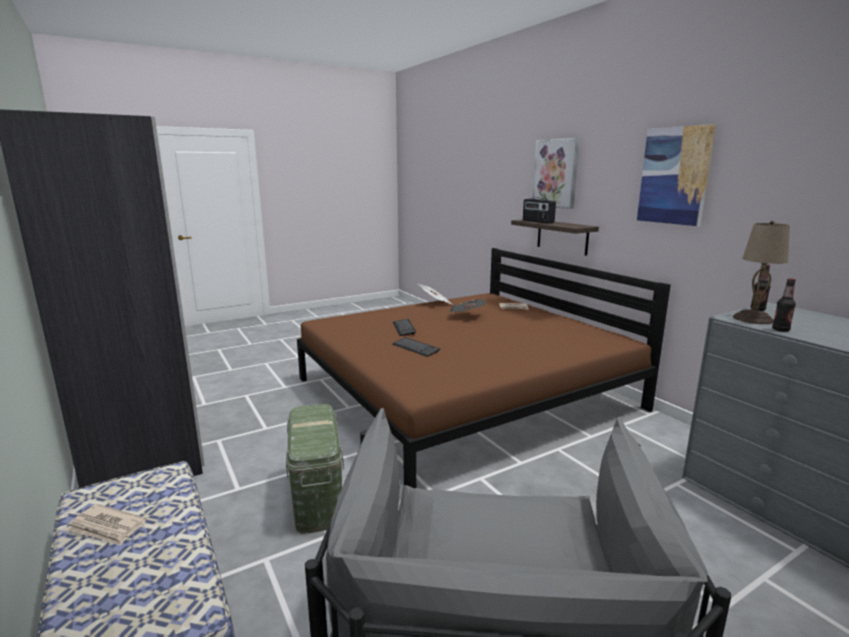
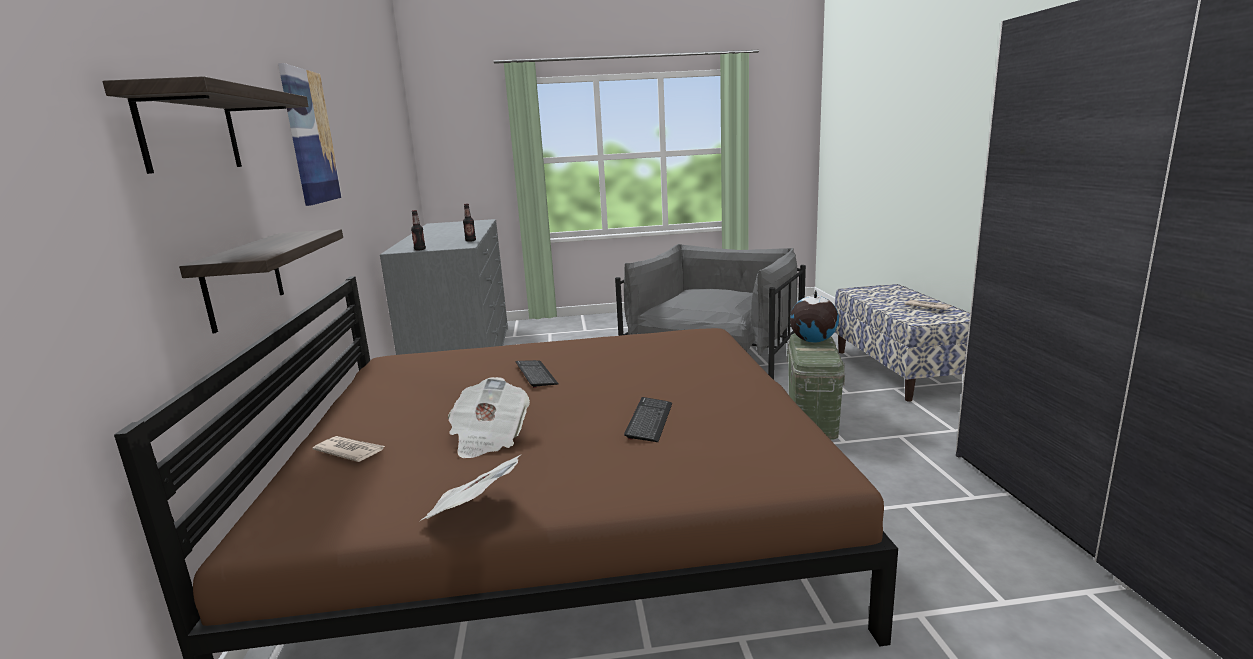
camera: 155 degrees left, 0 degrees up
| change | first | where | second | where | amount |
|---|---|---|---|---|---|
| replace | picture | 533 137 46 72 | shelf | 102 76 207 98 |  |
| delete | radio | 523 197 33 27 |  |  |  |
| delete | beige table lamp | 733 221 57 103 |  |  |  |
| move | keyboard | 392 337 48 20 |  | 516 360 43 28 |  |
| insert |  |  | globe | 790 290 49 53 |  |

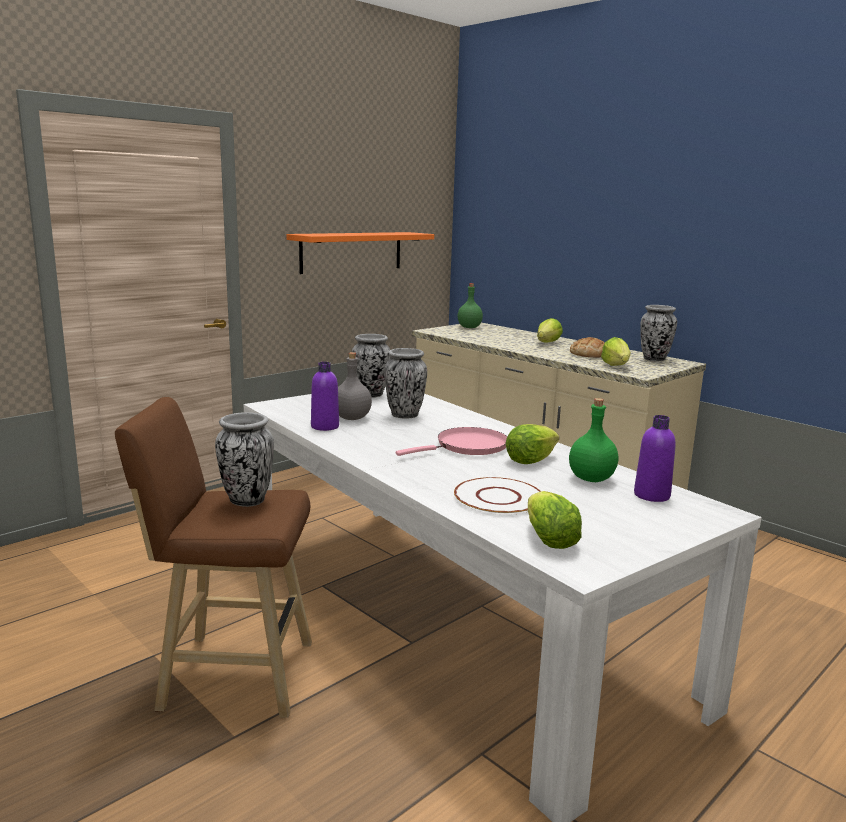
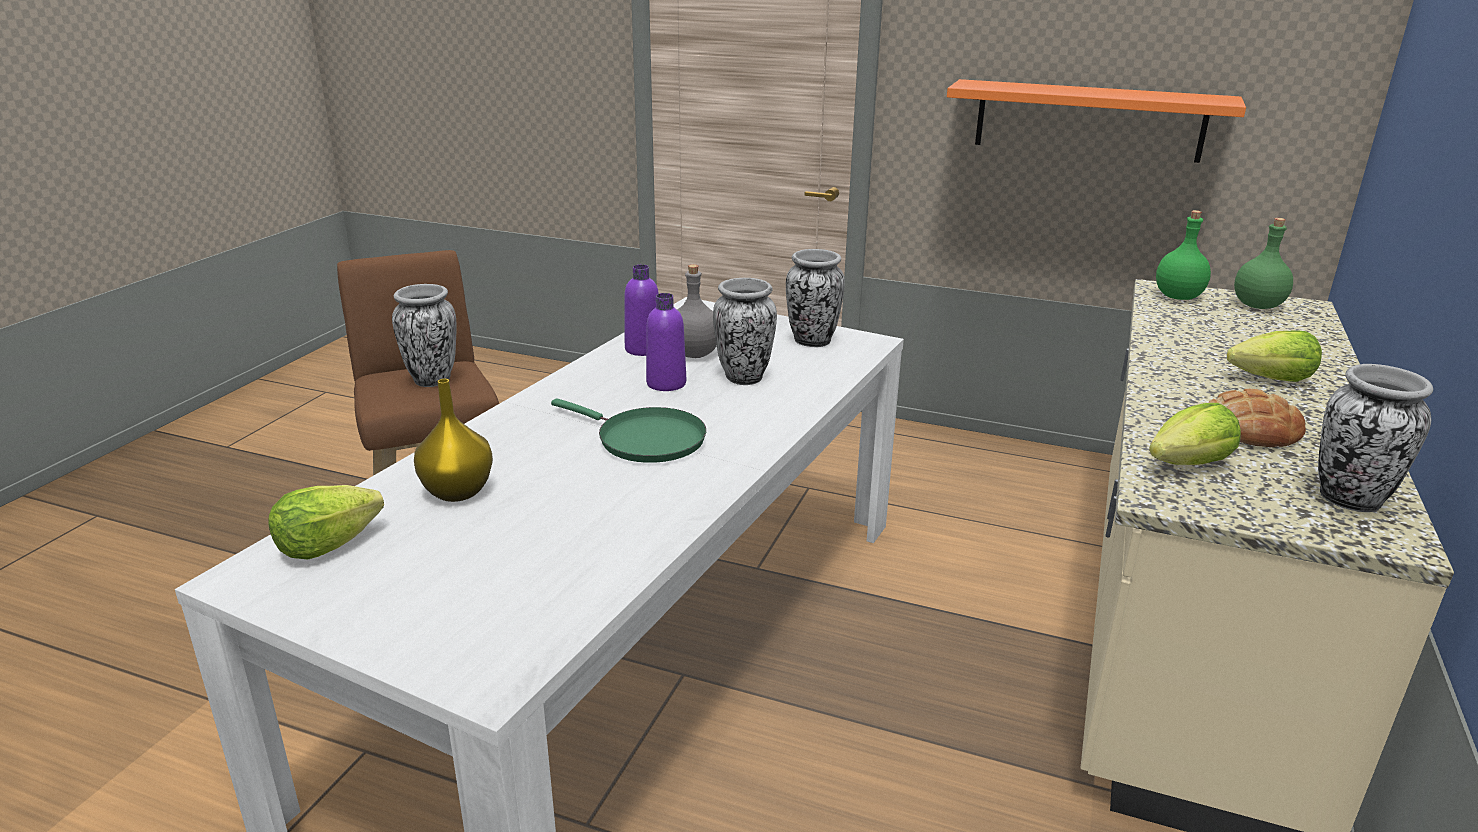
camera: 65 degrees right, 10 degrees up
| change | first | where | second | where | amount |
|---|---|---|---|---|---|
| move | green bottle | 569 398 49 84 |  | 1156 210 55 90 |  |
| move | purple bottle | 634 415 42 87 |  | 646 293 40 98 |  |
| delete | lettuce | 505 424 54 40 |  |  |  |
| recolor | pink frying pan | 396 427 111 29 | green frying pan | 551 398 155 65 |  |
| replace | white plate | 454 477 87 38 | yellow vase | 414 379 79 123 |  |

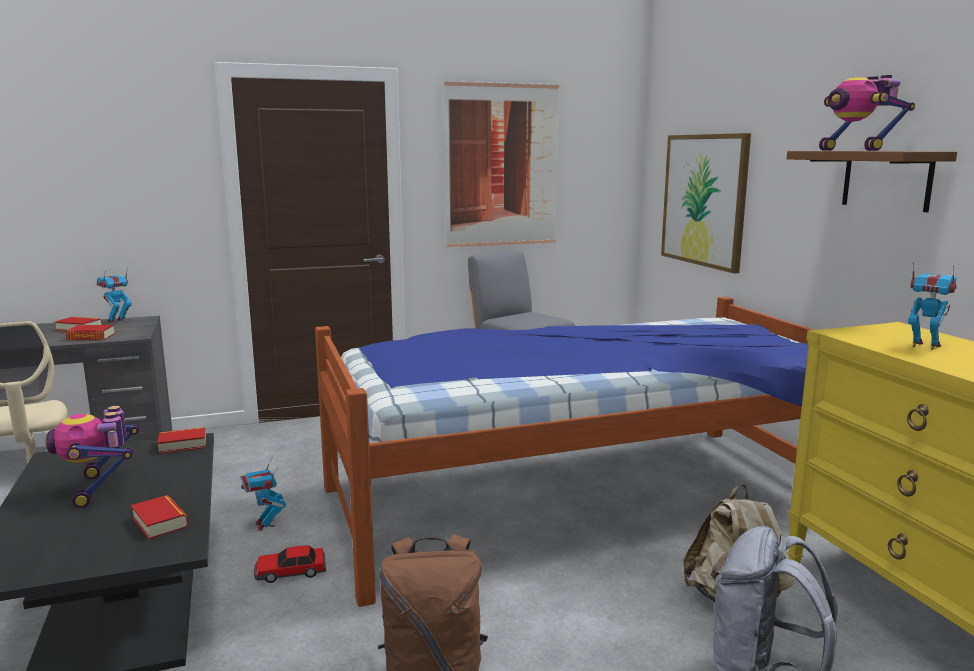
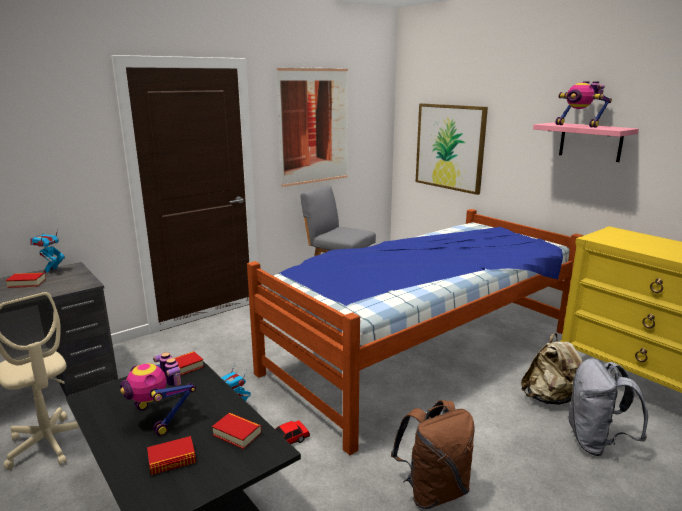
camera: 20 degrees left, 5 degrees up
| change | first | where | second | where | amount |
|---|---|---|---|---|---|
| recolor | brown shelf | 787 151 170 61 | pink shelf | 533 122 106 40 |  |
| delete | toy robot | 908 262 49 88 |  |  |  |
| move | book | 66 325 49 15 |  | 147 436 49 39 |  |

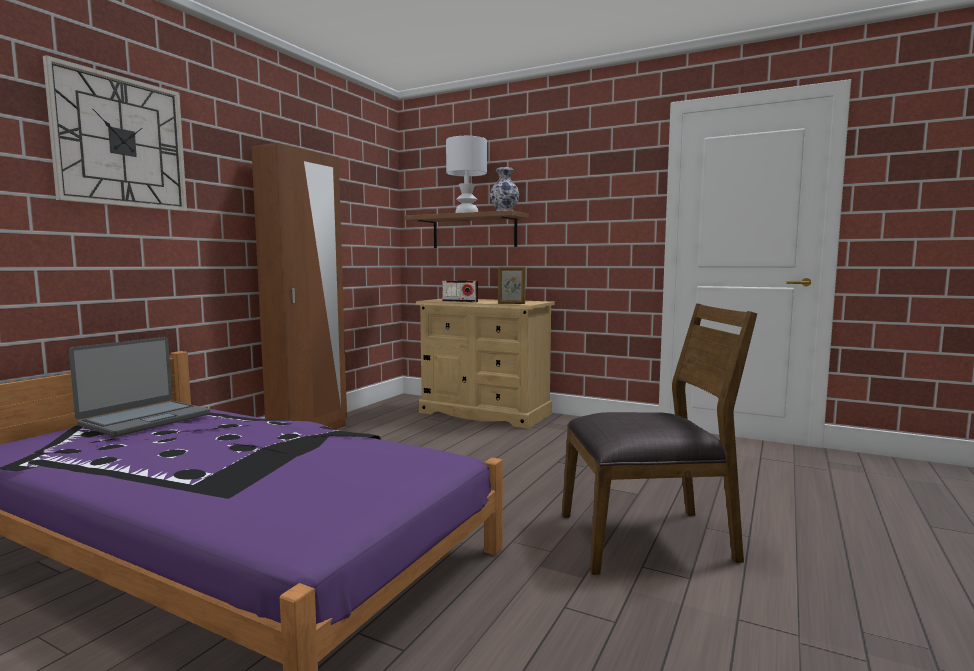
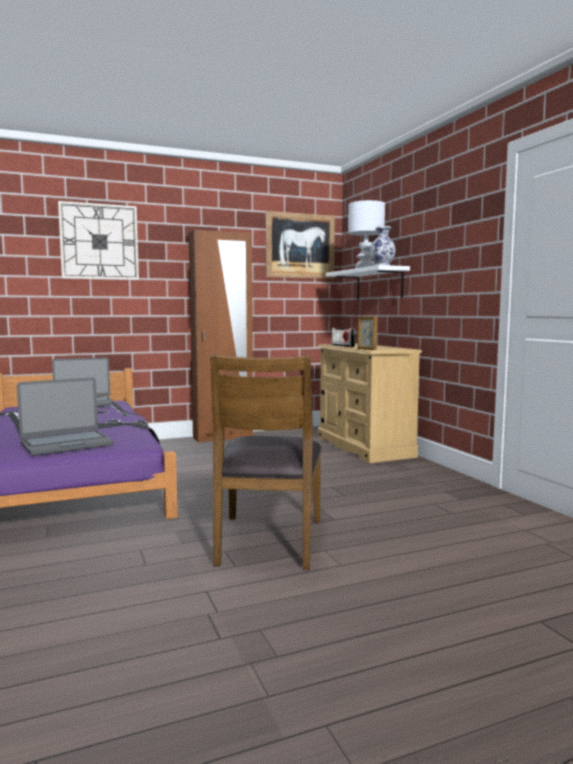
camera: 40 degrees right, 0 degrees up
| change | first | where | second | where | amount |
|---|---|---|---|---|---|
| recolor | brown shelf | 404 210 124 38 | white shelf | 326 265 84 34 |  |
| rotate | brown chair | 562 303 196 272 |  | 210 354 112 216 | 60 degrees clockwise |
| insert |  |  | picture | 266 211 69 68 |  |
| insert |  |  | laptop | 17 378 97 78 |  |

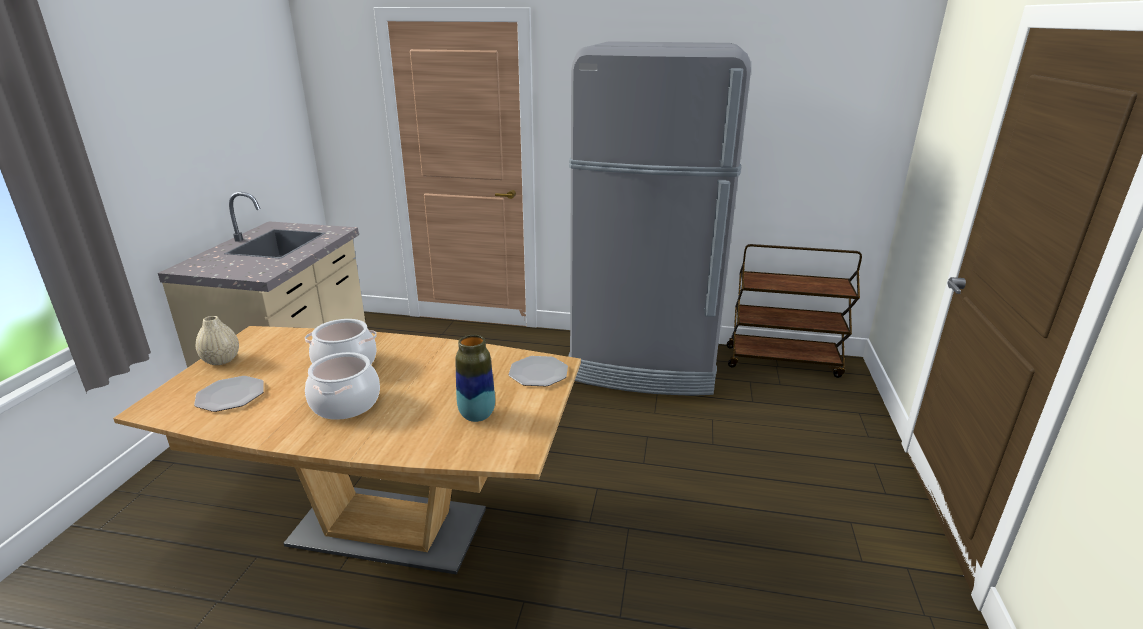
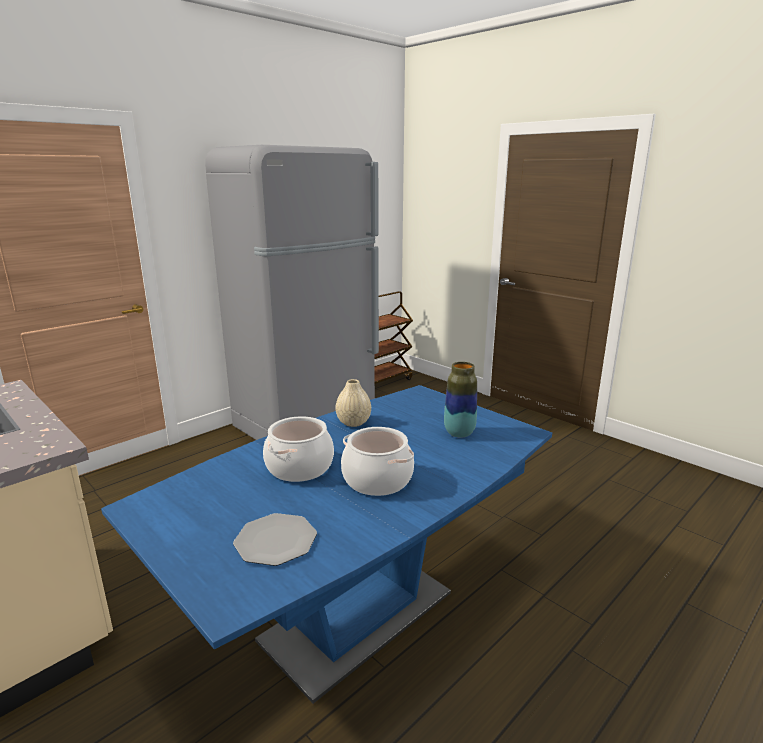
camera: 55 degrees left, 5 degrees down
| change | first | where | second | where | amount |
|---|---|---|---|---|---|
| move | beige vase | 196 316 43 49 |  | 335 379 36 48 |  |
| recolor | brown dining table | 113 326 468 249 | blue dining table | 101 385 451 319 |  |
| delete | plate | 508 356 60 30 |  |  |  |

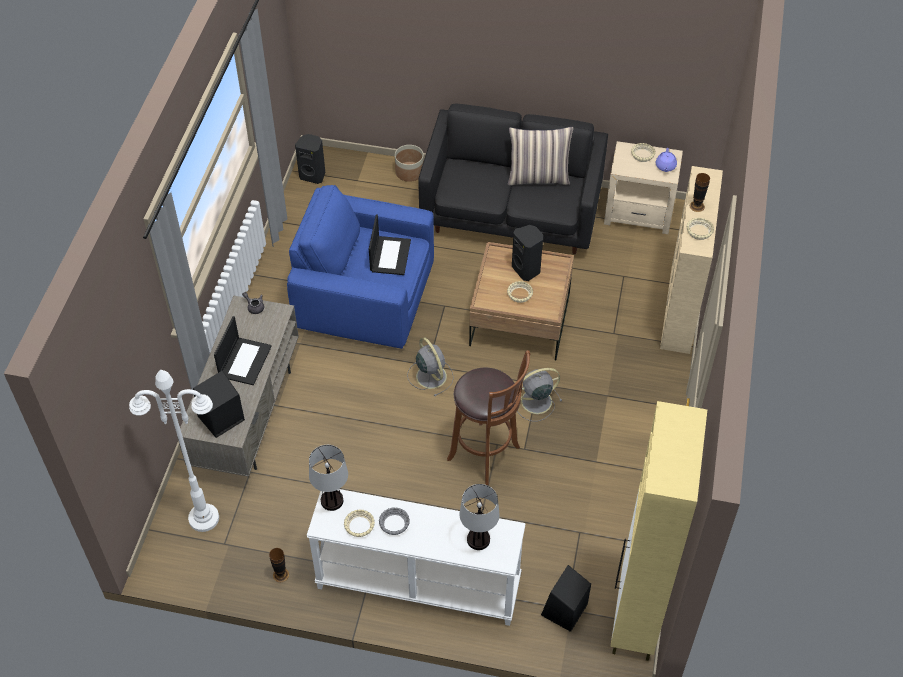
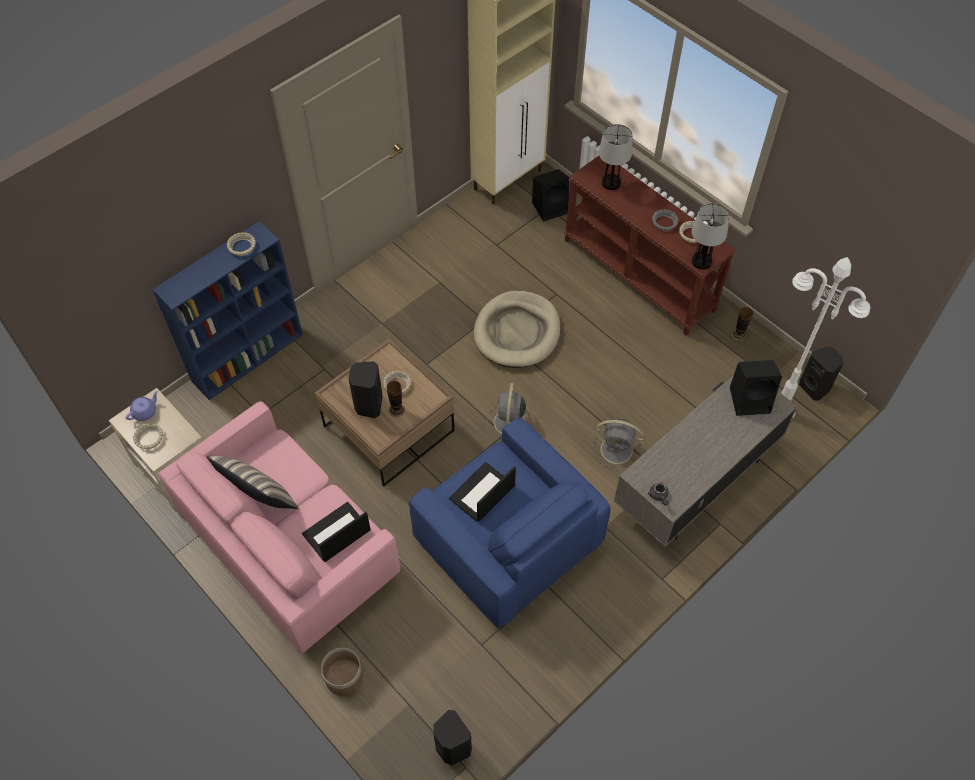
camera: 145 degrees left, 5 degrees up
| change | first | where | second | where | amount |
|---|---|---|---|---|---|
| recolor | black sofa | 418 104 190 150 | pink sofa | 158 401 242 253 |  |
| recolor | beige bookcase | 660 166 63 188 | blue bookcase | 152 221 151 179 |  |
| move | vase | 690 173 20 39 |  | 387 381 18 36 |  |
| move | laptop | 214 316 58 69 |  | 302 502 69 60 |  |
| replace | brown stool | 447 350 83 135 | beige dog bed | 474 291 86 77 |  |
| move | grey fan | 517 368 45 54 |  | 593 419 51 51 |  |
| recolor | white console table | 307 489 219 137 | brown console table | 564 156 172 180 |  |
| insert |  |  | black speaker | 799 346 44 55 |  |

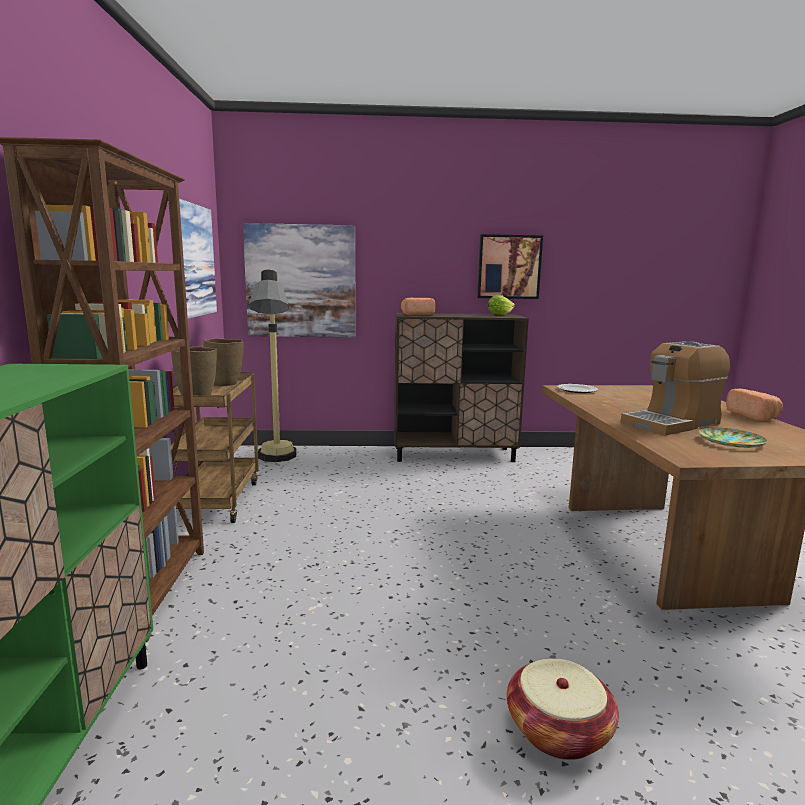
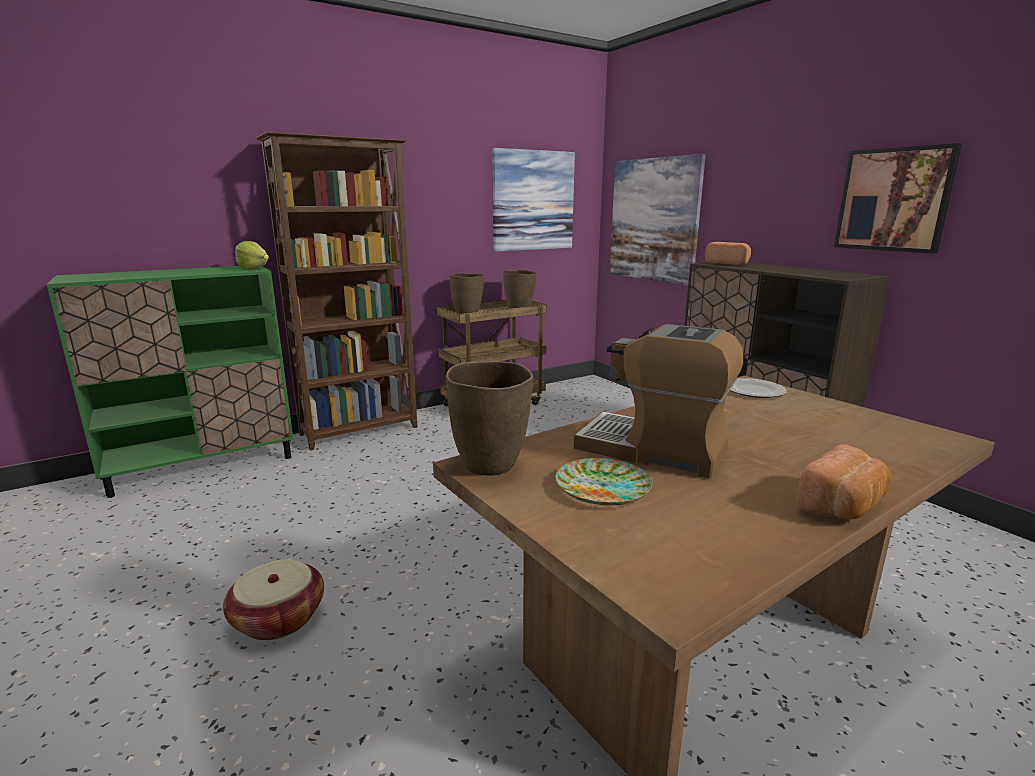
camera: 60 degrees right, 5 degrees up
| change | first | where | second | where | amount |
|---|---|---|---|---|---|
| delete | floor lamp | 248 269 48 193 |  |  |  |
| move | lettuce | 488 295 27 20 |  | 235 241 34 29 |  |
| insert |  |  | brown vase | 446 361 87 115 |  |

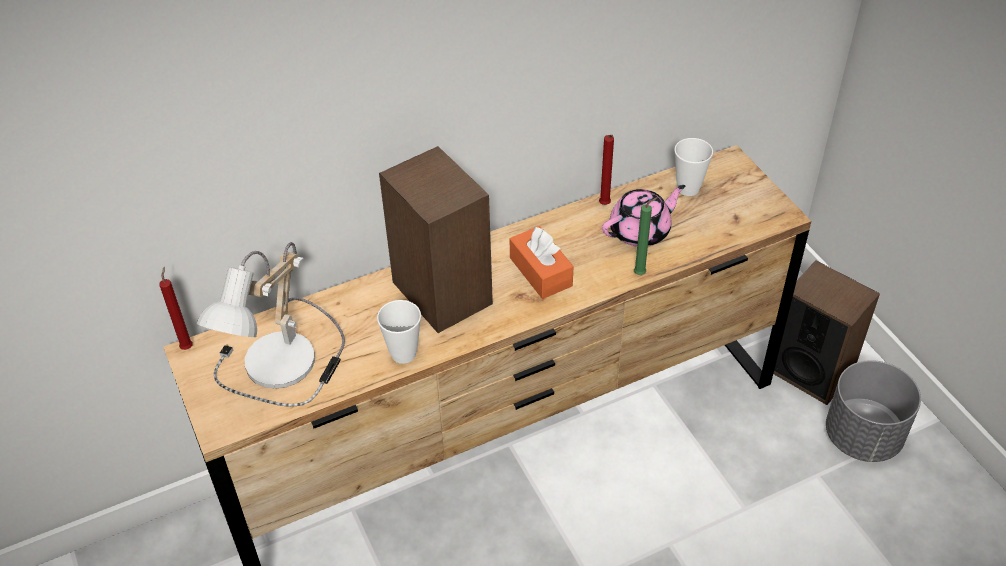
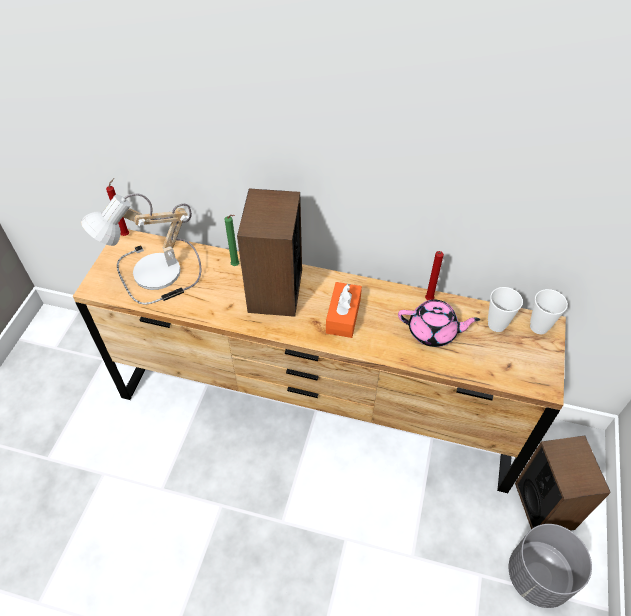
camera: 40 degrees right, 5 degrees up
| change | first | where | second | where | amount |
|---|---|---|---|---|---|
| move | green candle | 634 197 24 78 |  | 225 215 14 51 |  |
| move | cup | 377 300 44 64 |  | 530 289 38 45 |  |

